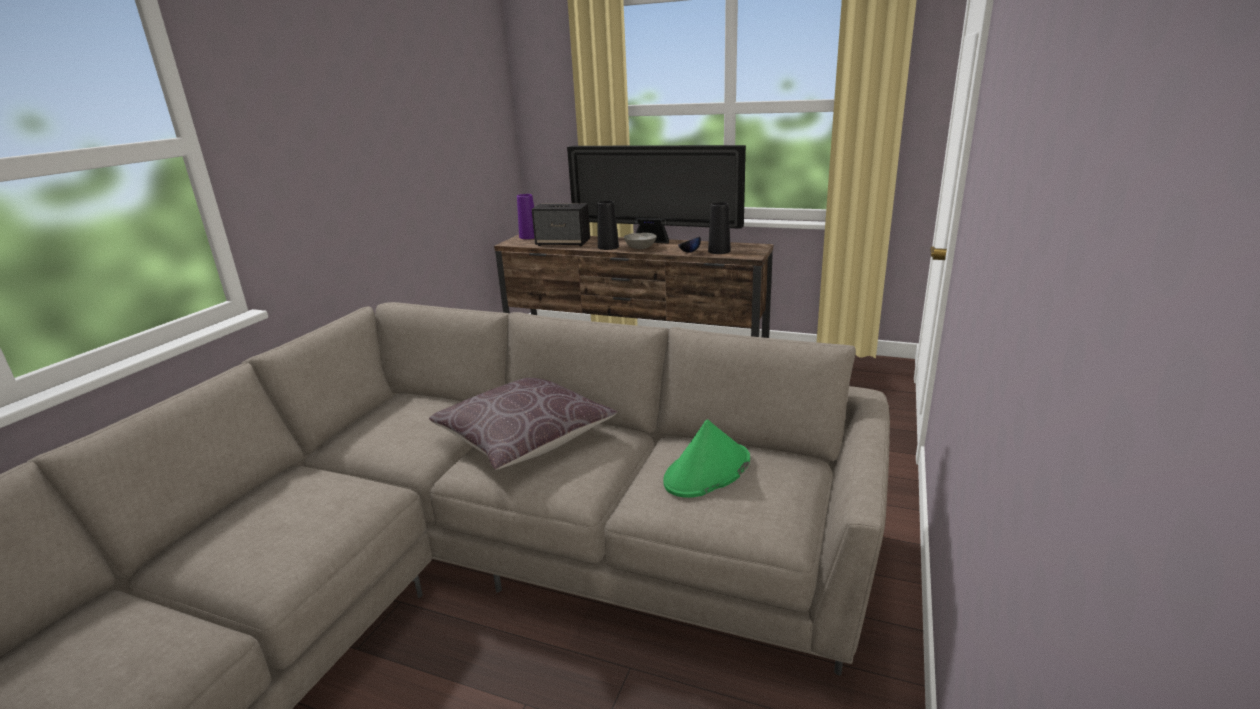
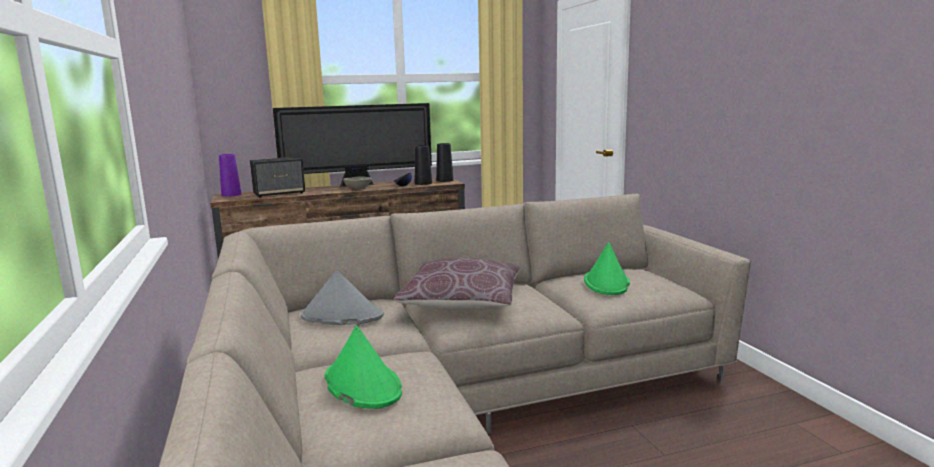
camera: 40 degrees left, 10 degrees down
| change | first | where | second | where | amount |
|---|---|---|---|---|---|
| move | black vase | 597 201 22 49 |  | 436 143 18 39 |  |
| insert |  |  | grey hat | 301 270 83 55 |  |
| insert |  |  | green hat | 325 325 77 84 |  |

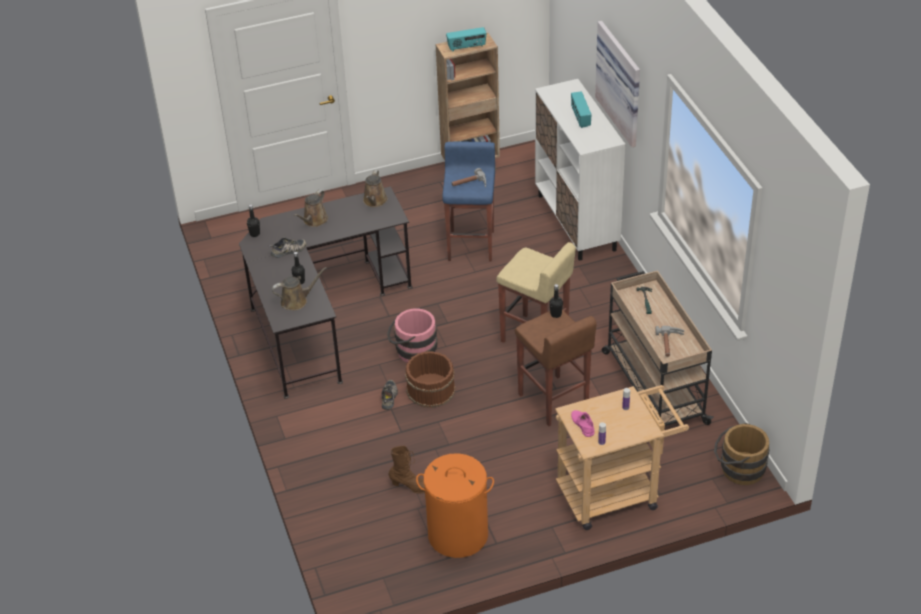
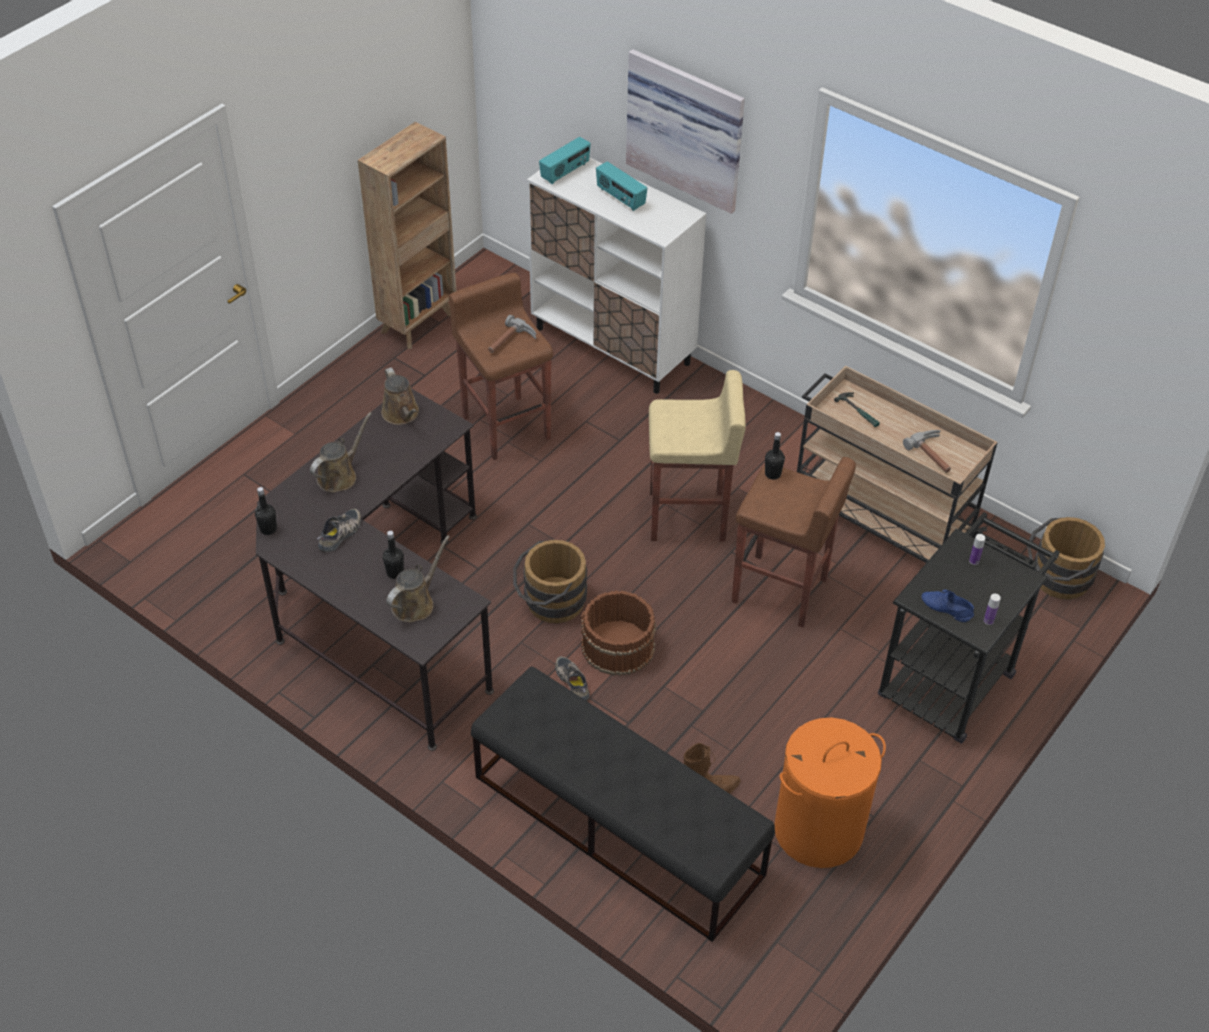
camera: 35 degrees left, 5 degrees up
| change | first | where | second | where | amount |
|---|---|---|---|---|---|
| move | radio | 446 27 40 25 |  | 539 137 52 48 |  |
| recolor | blue stool | 442 141 53 121 | brown stool | 449 273 104 187 |  |
| rotate | brown watering can | 294 190 34 37 |  | 310 412 62 80 | 135 degrees counterclockwise |
| recolor | pink bucket | 387 308 50 55 | brown bucket | 513 540 74 83 |  |
| recolor | beige cart | 555 385 134 145 | black cart | 878 512 182 232 |  |
| recolor | pink shoe | 571 410 24 27 | blue shoe | 922 589 52 33 |  |
| insert |  |  | black bench | 471 666 304 276 |  |

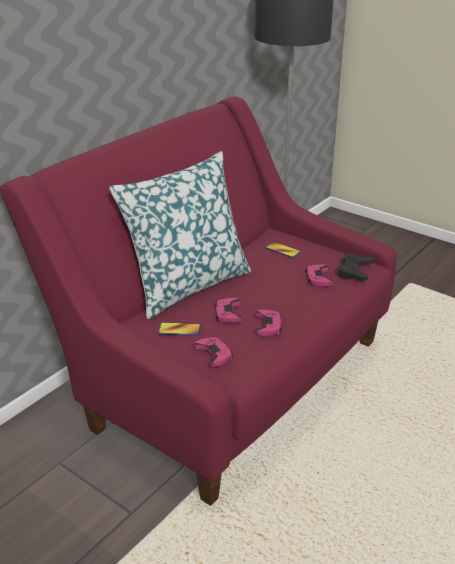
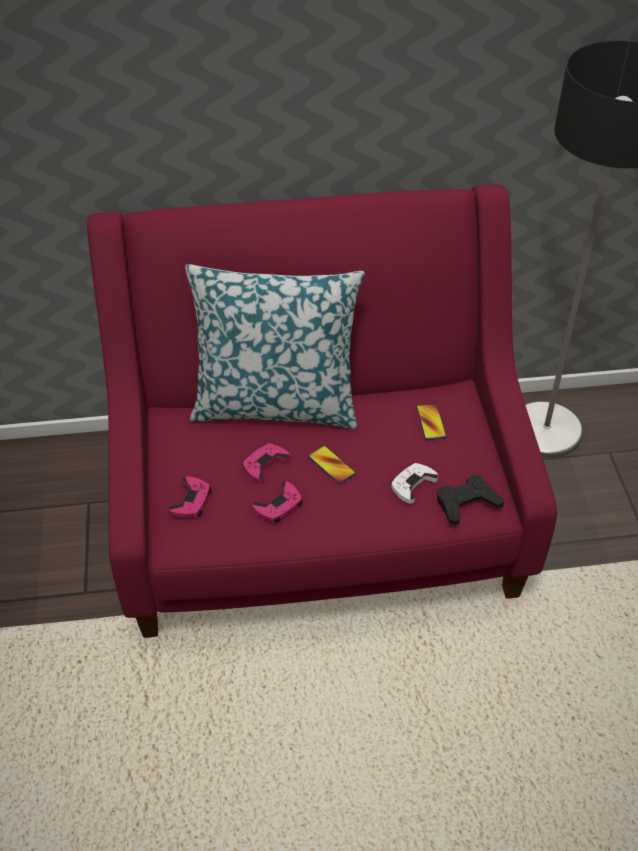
camera: 45 degrees right, 15 degrees up
| change | first | where | second | where | amount |
|---|---|---|---|---|---|
| recolor | pink game controller | 305 264 28 22 | white game controller | 390 463 48 41 |  |
| move | phone | 158 322 43 14 |  | 308 446 48 39 |  |

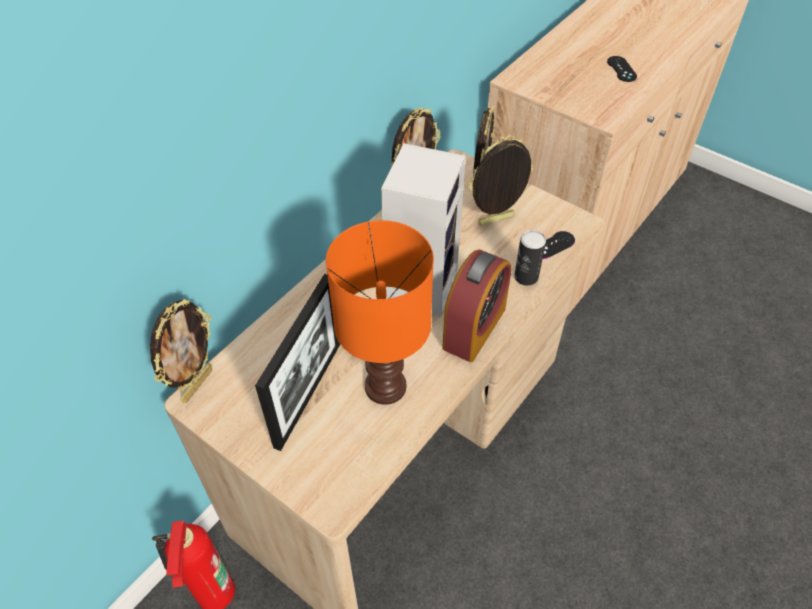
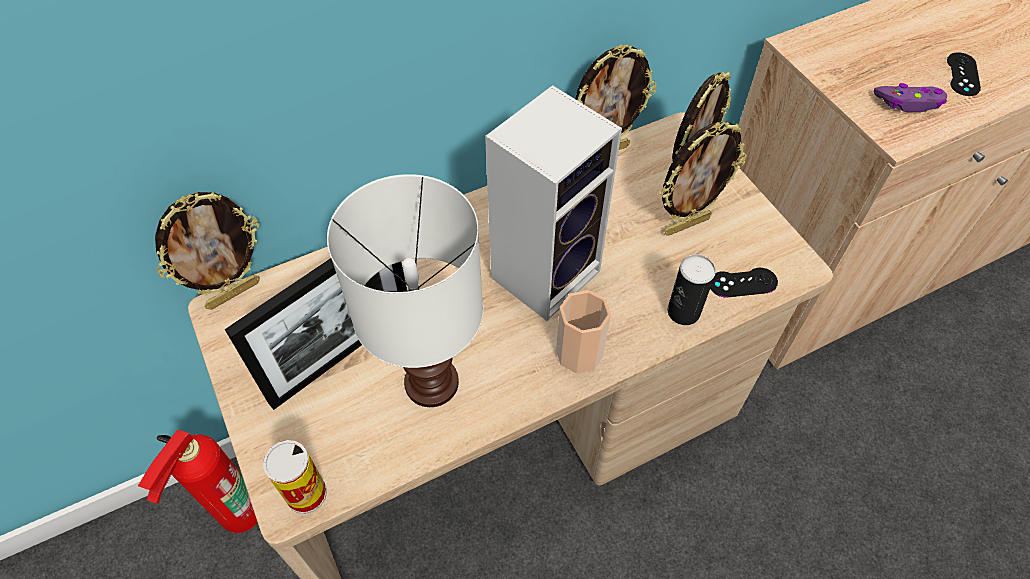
camera: 25 degrees right, 5 degrees up
| change | first | where | second | where | amount |
|---|---|---|---|---|---|
| rotate | picture frame | 467 135 66 91 |  | 660 121 87 115 | 150 degrees clockwise |
| recolor | orange table lamp | 326 220 108 185 | white table lamp | 327 174 156 233 |  |
| replace | alarm clock | 442 250 69 112 | cup | 556 290 55 83 |  |
| insert |  |  | purple game controller | 873 83 74 29 |  |
| insert |  |  | can | 263 440 64 74 |  |

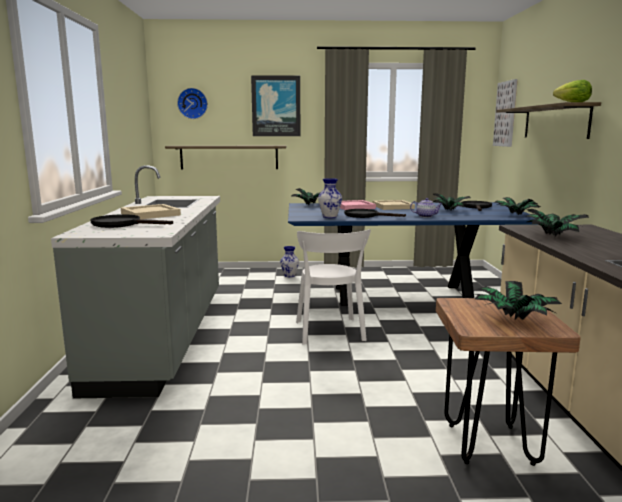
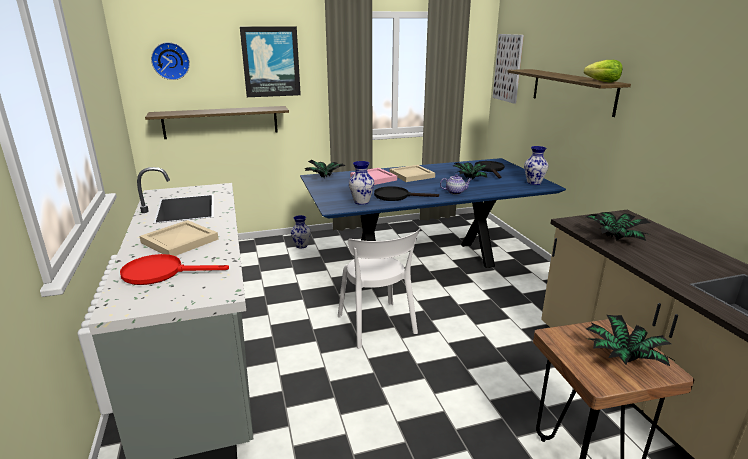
camera: 15 degrees left, 10 degrees up
| change | first | where | second | where | amount |
|---|---|---|---|---|---|
| replace | potted plant | 494 197 47 18 | vase | 524 146 24 39 |  |
| recolor | black frying pan | 90 214 83 14 | red frying pan | 120 254 109 31 |  |

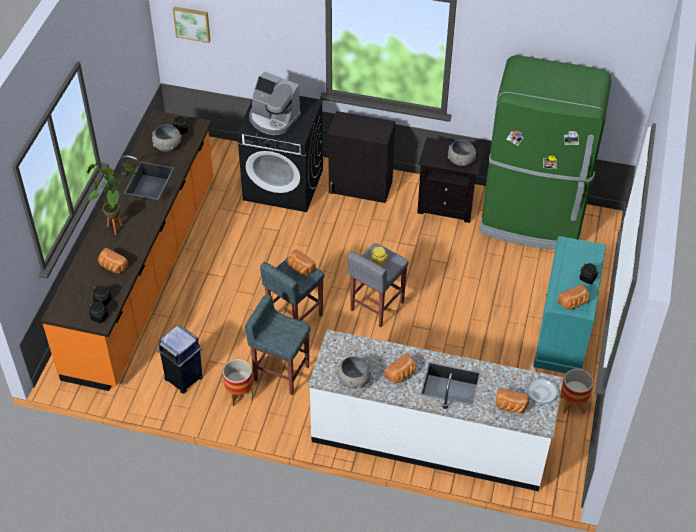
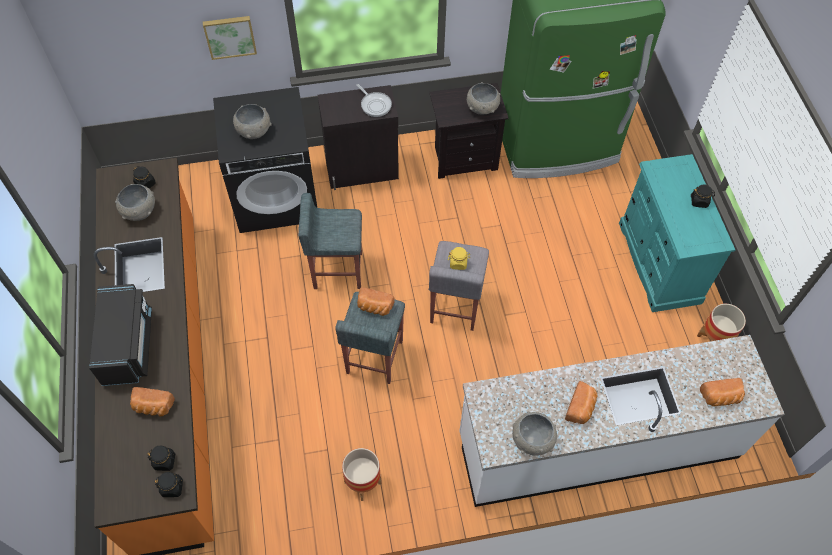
camera: 25 degrees left, 10 degrees up
| change | first | where | second | where | amount |
|---|---|---|---|---|---|
| move | picture | 173 7 38 36 |  | 203 16 54 44 |  |
| replace | coffee machine | 249 72 52 63 | grey bowl | 233 104 39 35 |  |
| replace | potted plant | 86 160 50 75 | black microwave | 89 284 63 102 |  |
| delete | bread | 558 284 31 26 |  |  |  |
| move | grey stool | 245 294 66 101 |  | 298 193 64 96 |  |
| delete | blue trash can | 158 326 45 68 |  |  |  |
| move | frying pan | 527 365 31 39 |  | 356 84 36 33 |  |

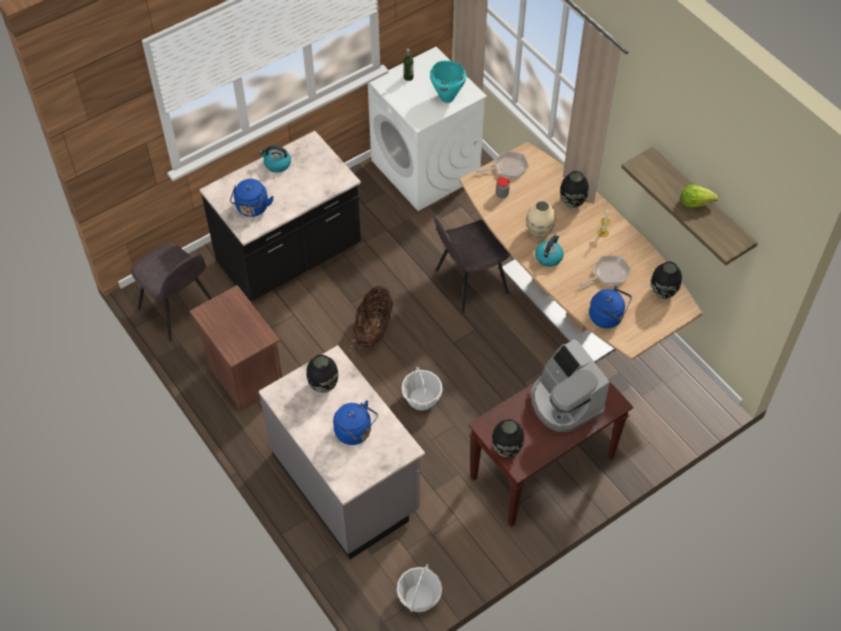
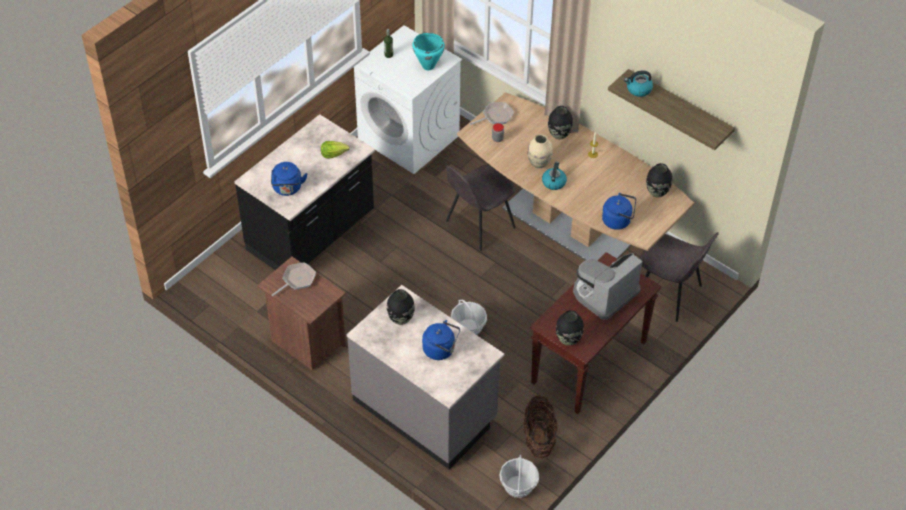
camera: 15 degrees left, 5 degrees down
| change | first | where | second | where | amount |
|---|---|---|---|---|---|
| move | kettle | 259 146 32 27 |  | 624 71 29 26 |  |
| move | lettuce | 681 185 38 22 |  | 321 141 29 18 |  |
| move | grey chair | 131 243 81 98 |  | 640 232 79 90 |  |
| move | frying pan | 579 256 52 31 |  | 272 262 44 34 |  |
| move | basket | 353 286 40 62 |  | 523 395 34 63 |  |
| rotate | coffee machine | 531 339 79 93 |  | 573 253 70 67 | 90 degrees clockwise |

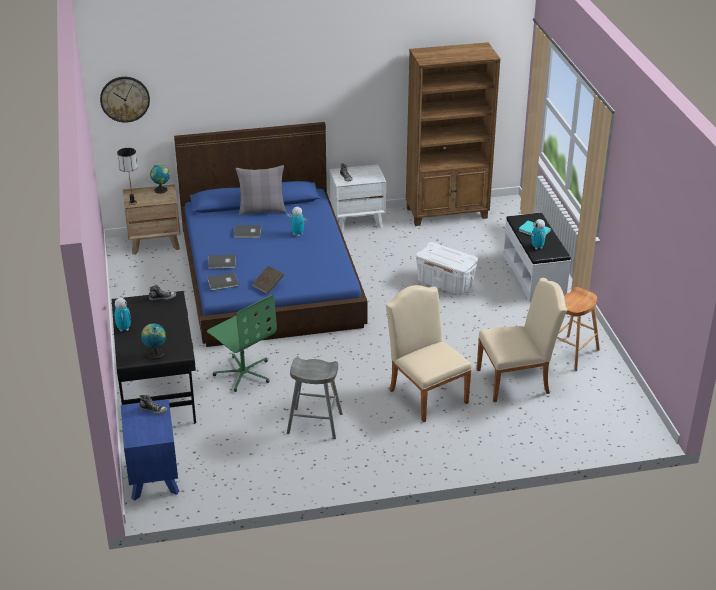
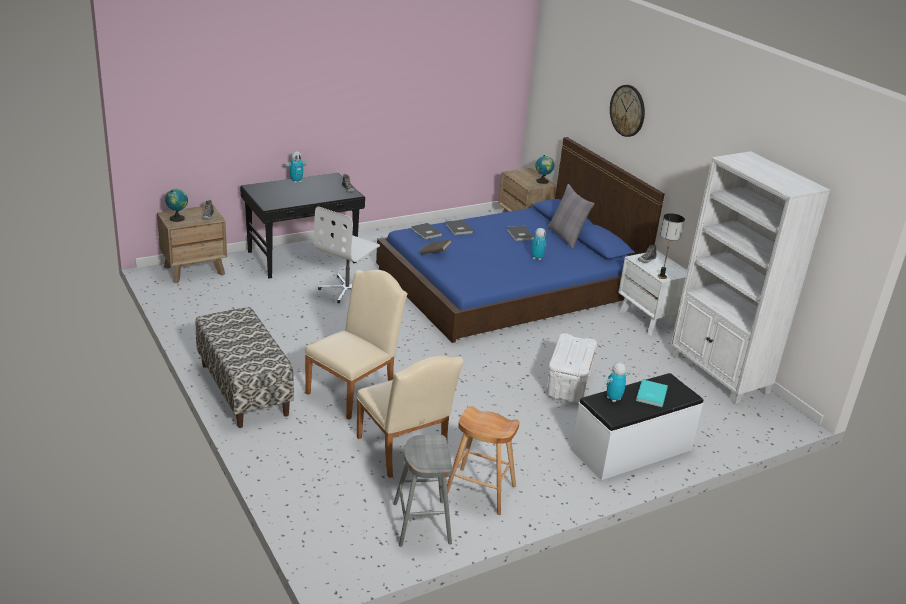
camera: 70 degrees right, 5 degrees down
| change | first | where | second | where | amount |
|---|---|---|---|---|---|
| recolor | brown bookcase | 406 42 94 184 | white bookcase | 671 151 159 253 |  |
| move | wall clock | 100 77 50 46 |  | 610 85 35 52 |  |
| move | table lamp | 117 148 21 57 |  | 658 213 27 66 |  |
| recolor | green office chair | 207 295 70 97 | white office chair | 314 206 66 97 |  |
| move | globe | 141 323 25 36 |  | 165 189 23 33 |  |
| move | grey stool | 287 357 56 82 |  | 393 435 60 112 |  |
| recolor | blue nightstand | 121 399 58 102 | brown nightstand | 157 205 70 78 |  |
| insert |  |  | bench | 196 307 98 121 |  |

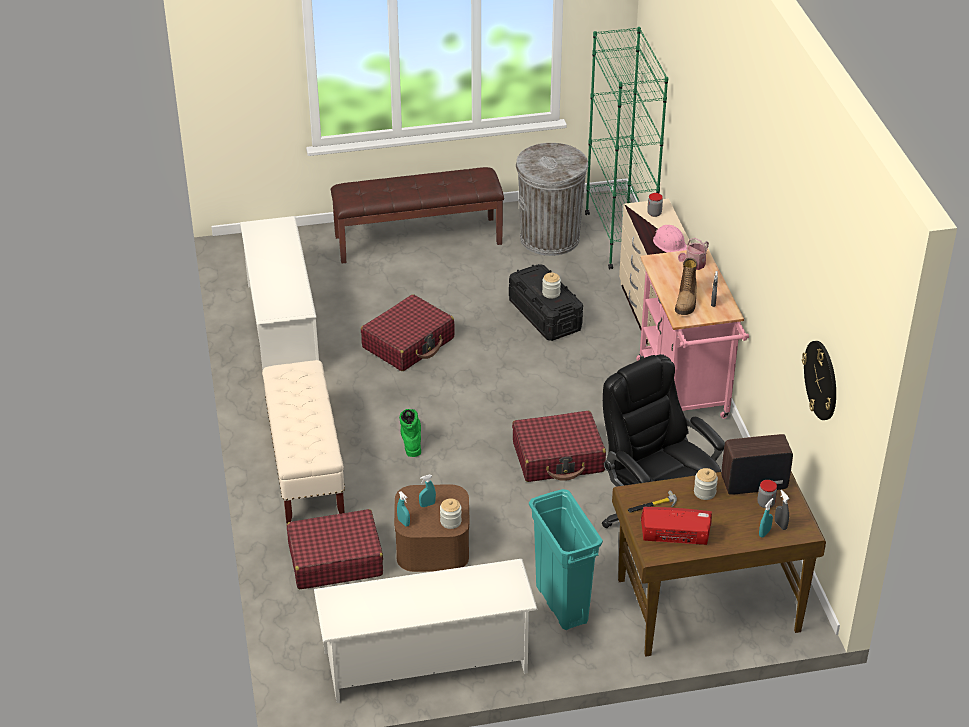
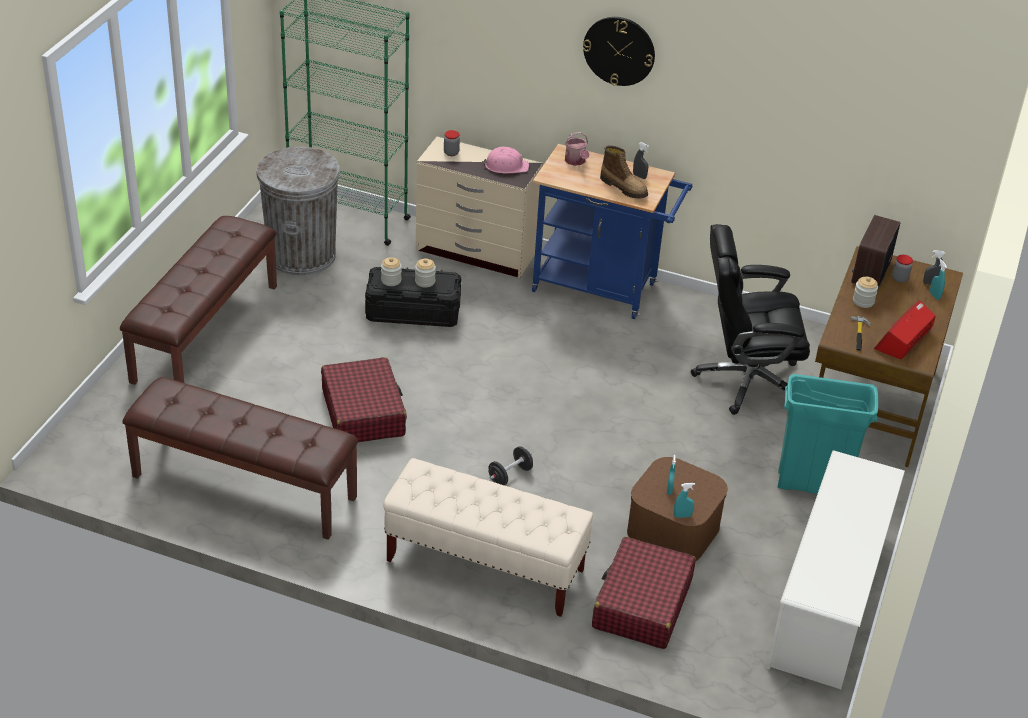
camera: 60 degrees left, 0 degrees up
| change | first | where | second | where | amount |
|---|---|---|---|---|---|
| replace | white shoe rack | 240 216 79 154 | brown bench | 122 377 236 163 |  |
| recolor | pink cart | 636 249 113 170 | blue cart | 532 144 160 175 |  |
| move | wall clock | 802 341 34 79 |  | 583 17 72 69 |  |
| replace | green boot | 399 409 22 48 | black dumbbell | 488 446 45 39 |  |
| delete | red suitcase | 512 411 94 71 |  |  |  |
| move | jar | 440 499 22 30 |  | 381 257 21 29 |  |

